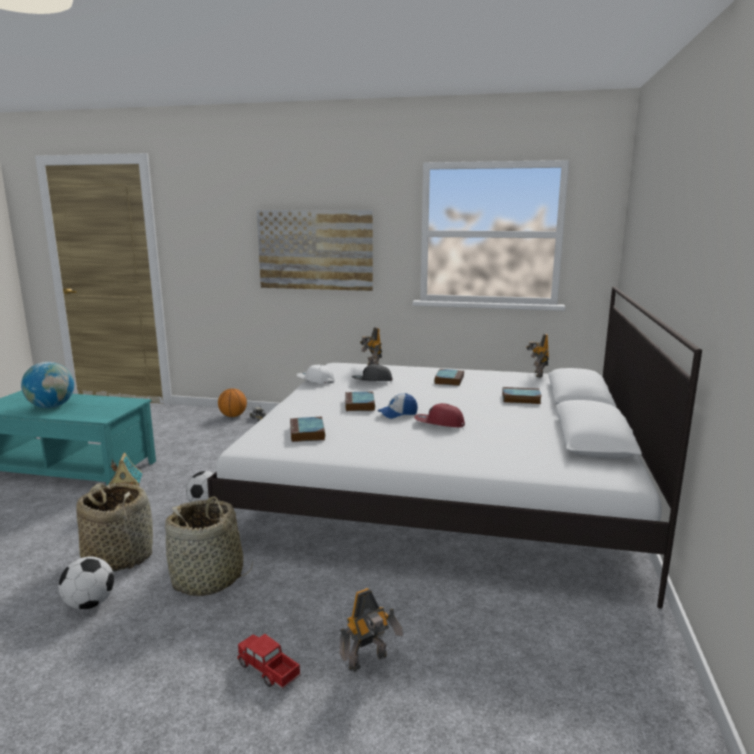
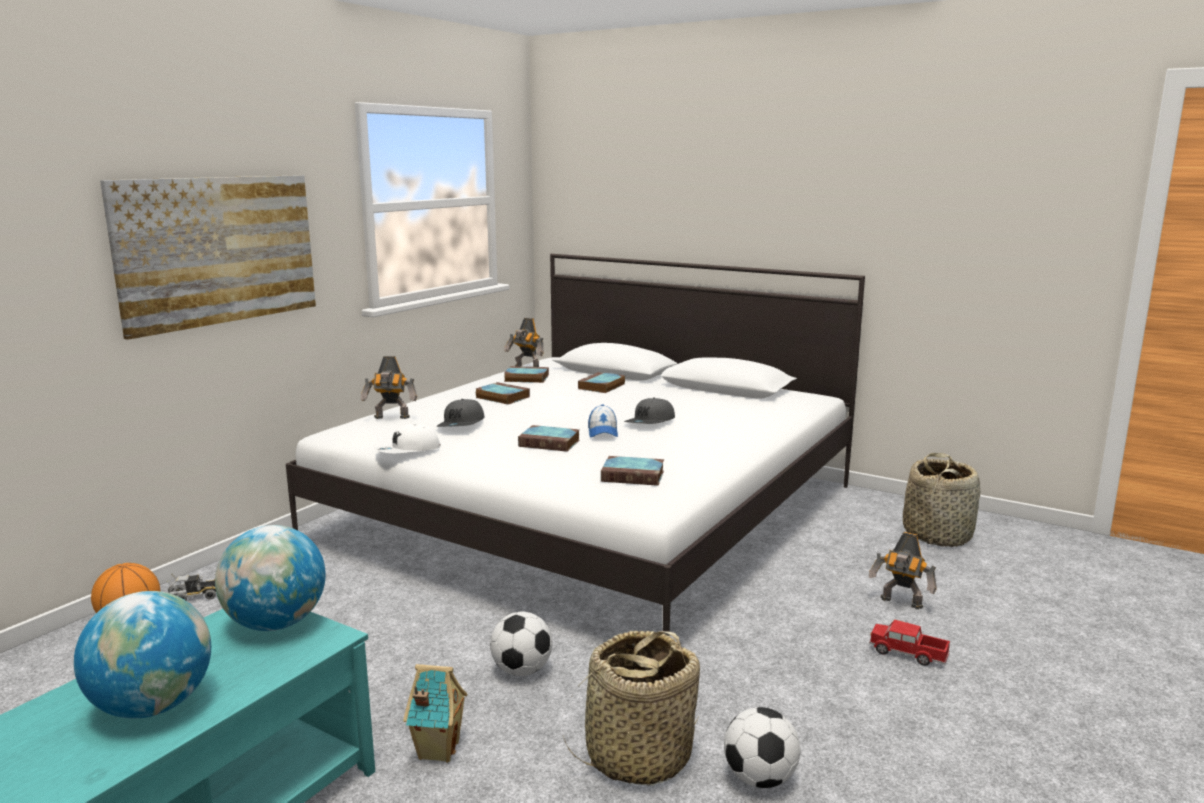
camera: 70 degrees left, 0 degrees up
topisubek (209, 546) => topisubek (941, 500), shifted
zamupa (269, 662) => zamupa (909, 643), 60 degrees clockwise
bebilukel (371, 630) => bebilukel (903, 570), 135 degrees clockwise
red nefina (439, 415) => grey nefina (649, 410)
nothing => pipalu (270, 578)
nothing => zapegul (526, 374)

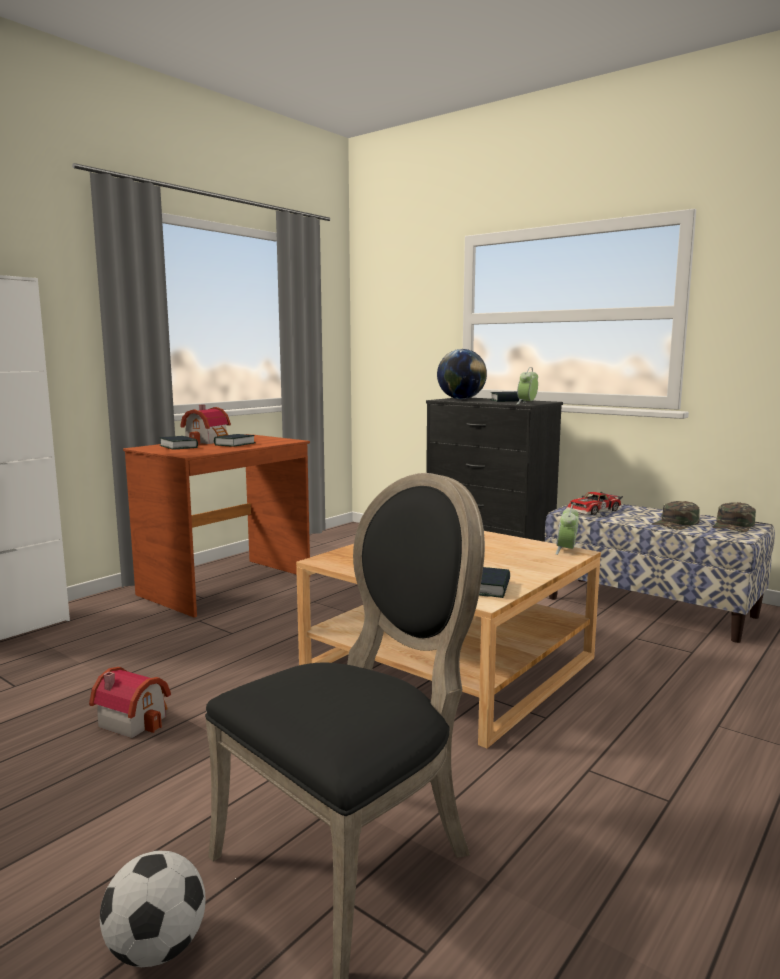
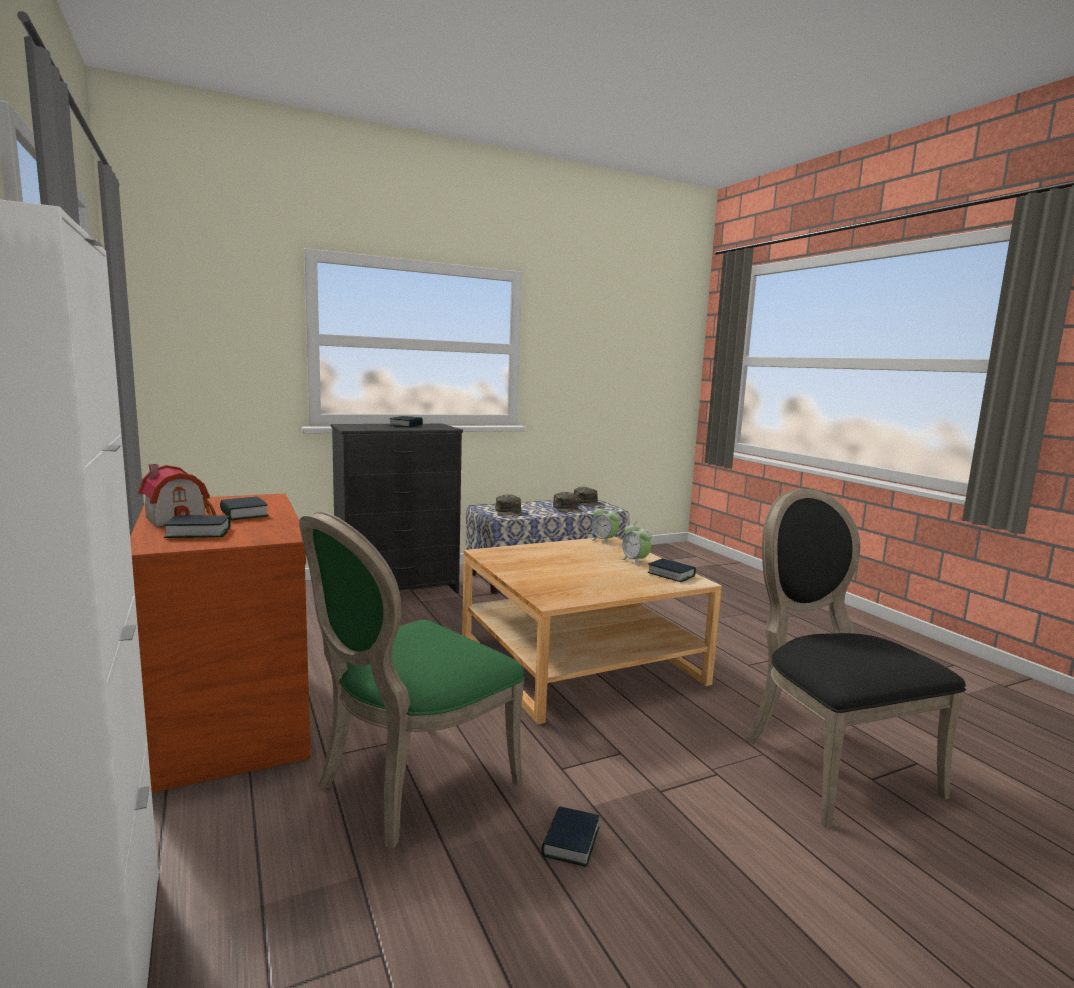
camera: 65 degrees left, 0 degrees up
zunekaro (130, 702) => zapegul (571, 836)
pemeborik (153, 909) => nothing
pipalu (462, 374) => nothing
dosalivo (527, 385) => dosalivo (636, 543), shifted
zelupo (594, 503) => green nefina (508, 505)
nothing => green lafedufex (412, 680)

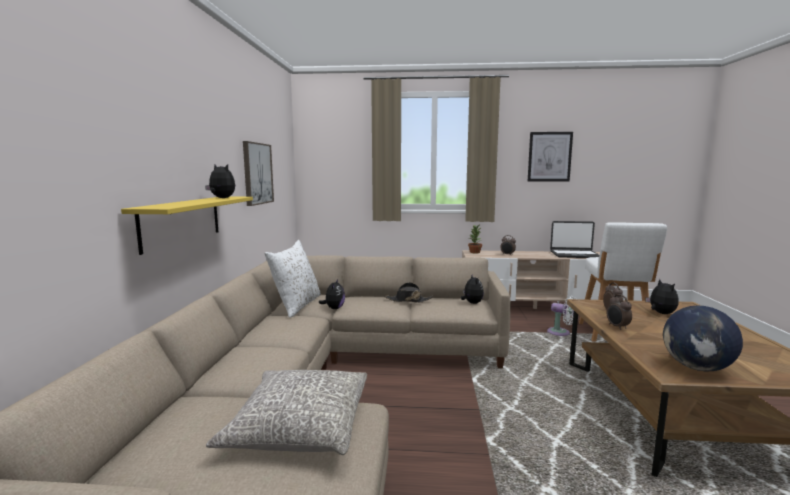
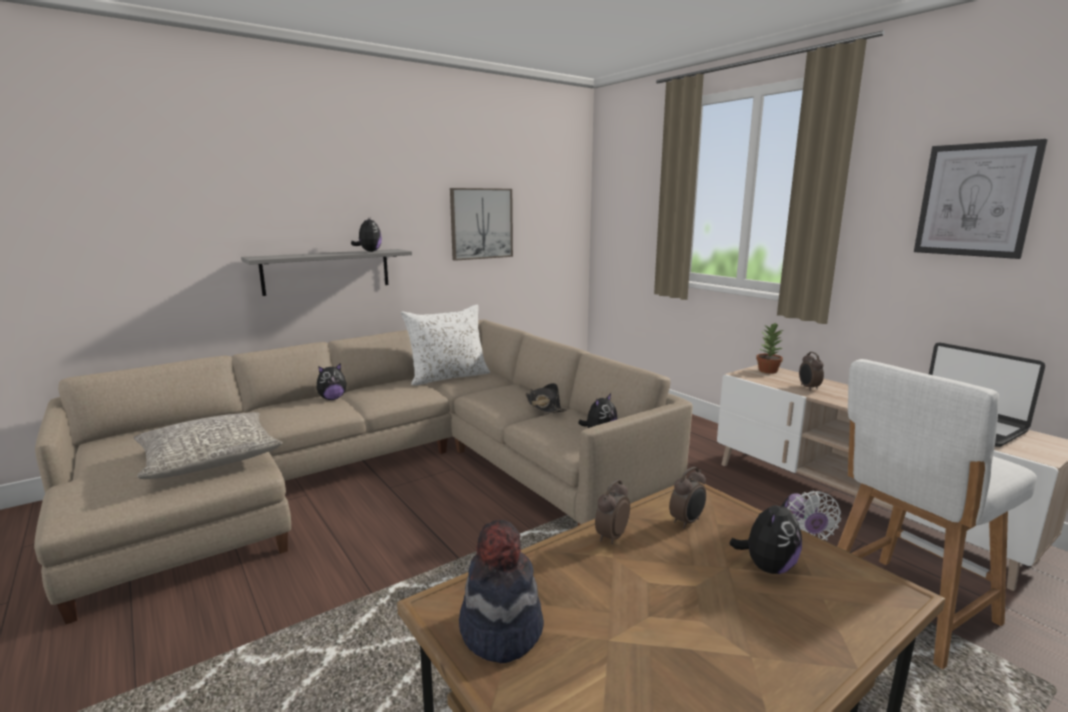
camera: 50 degrees right, 5 degrees up
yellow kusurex (187, 226) => grey kusurex (326, 272)
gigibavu (332, 294) => gigibavu (332, 381), shifted
pipalu (703, 338) => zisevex (501, 591)

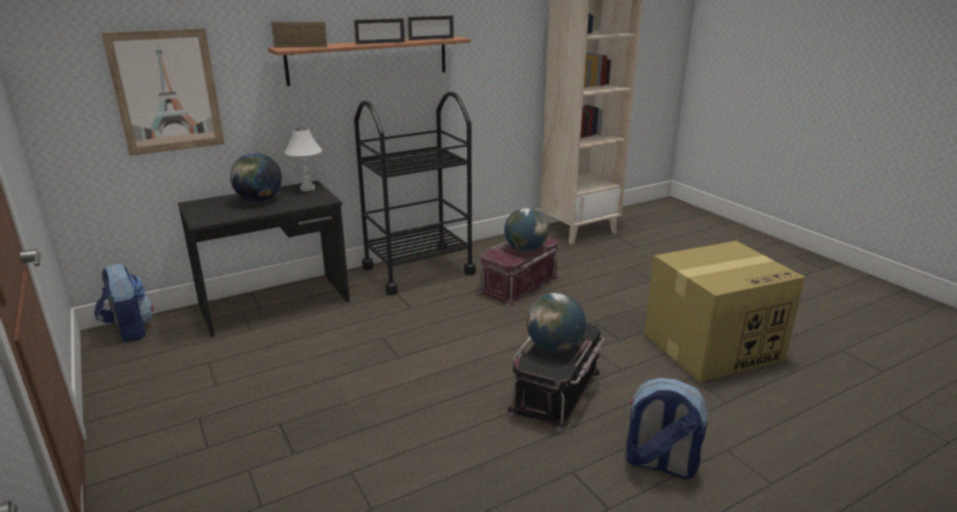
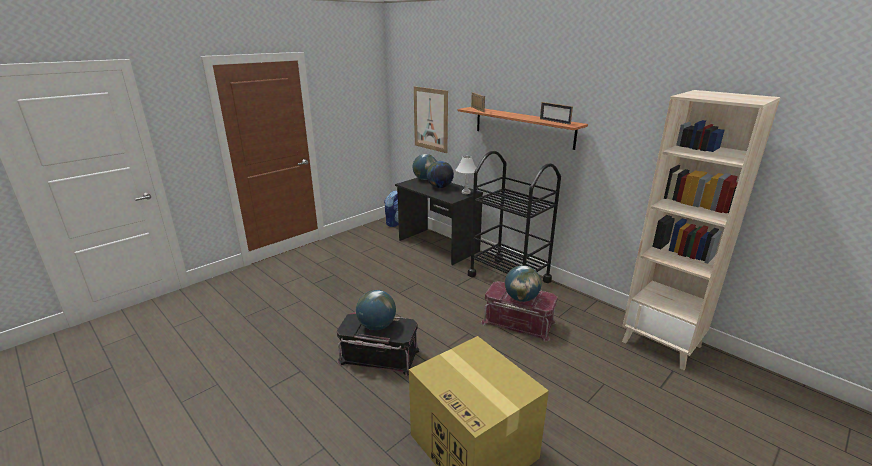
camera: 75 degrees right, 0 degrees up
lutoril (379, 31) => nothing
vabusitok (666, 428) => nothing
nothing => pipalu (424, 167)

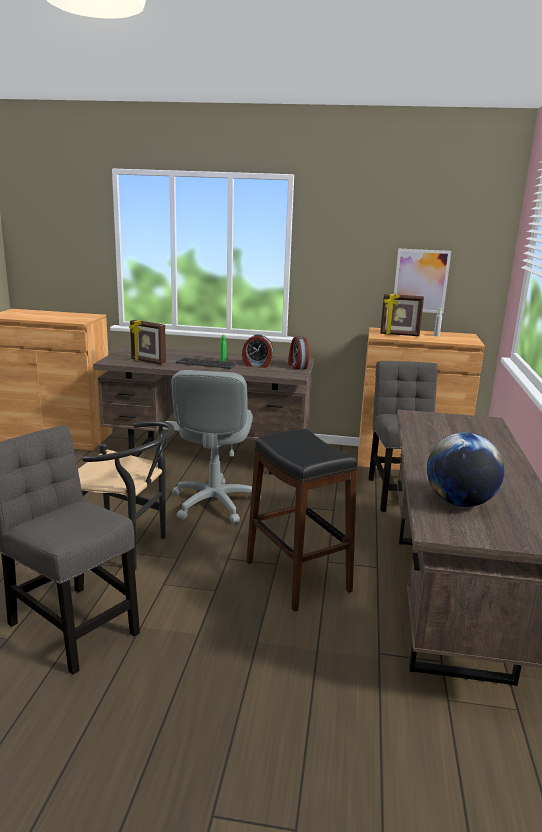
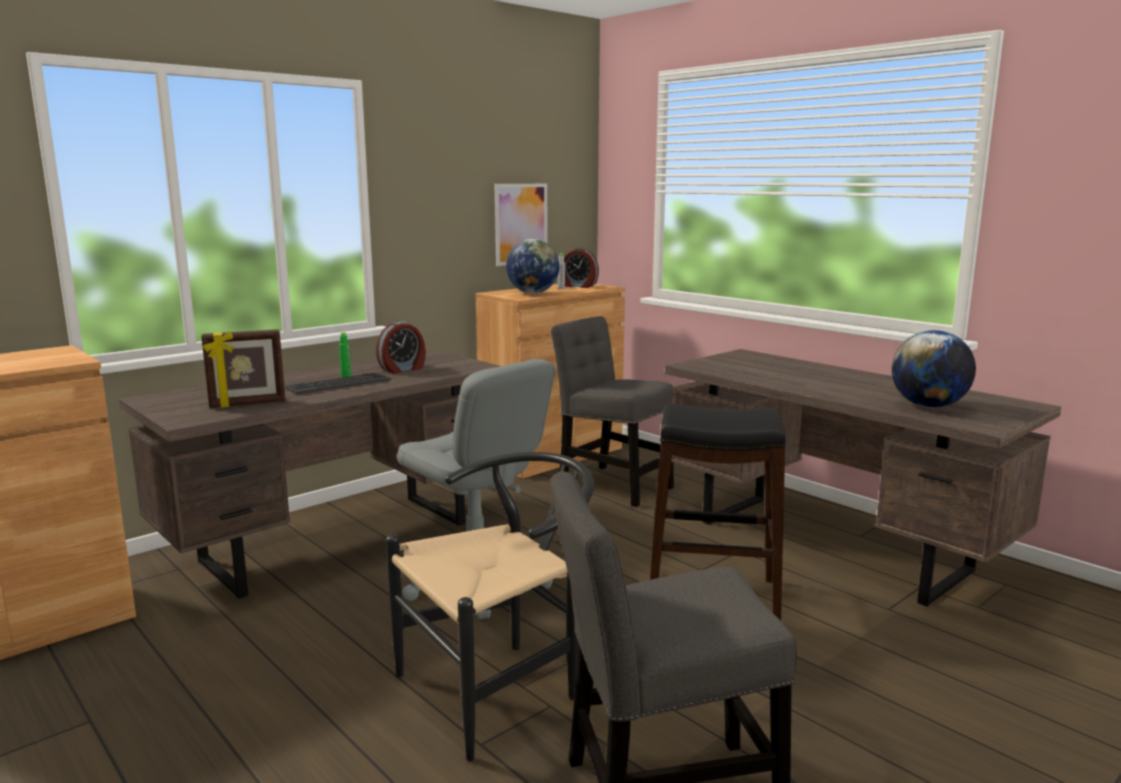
camera: 50 degrees left, 5 degrees down
dosalivo (298, 353) => dosalivo (581, 268), shifted
lutoril (402, 315) => pipalu (532, 266)

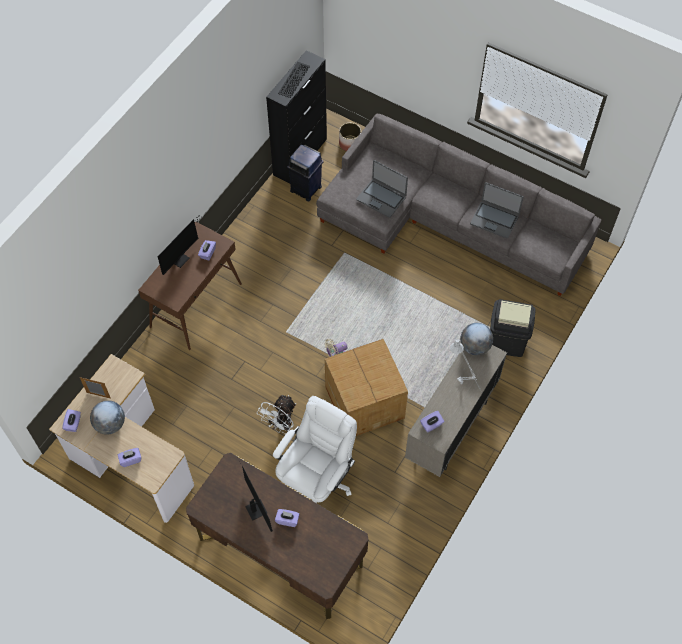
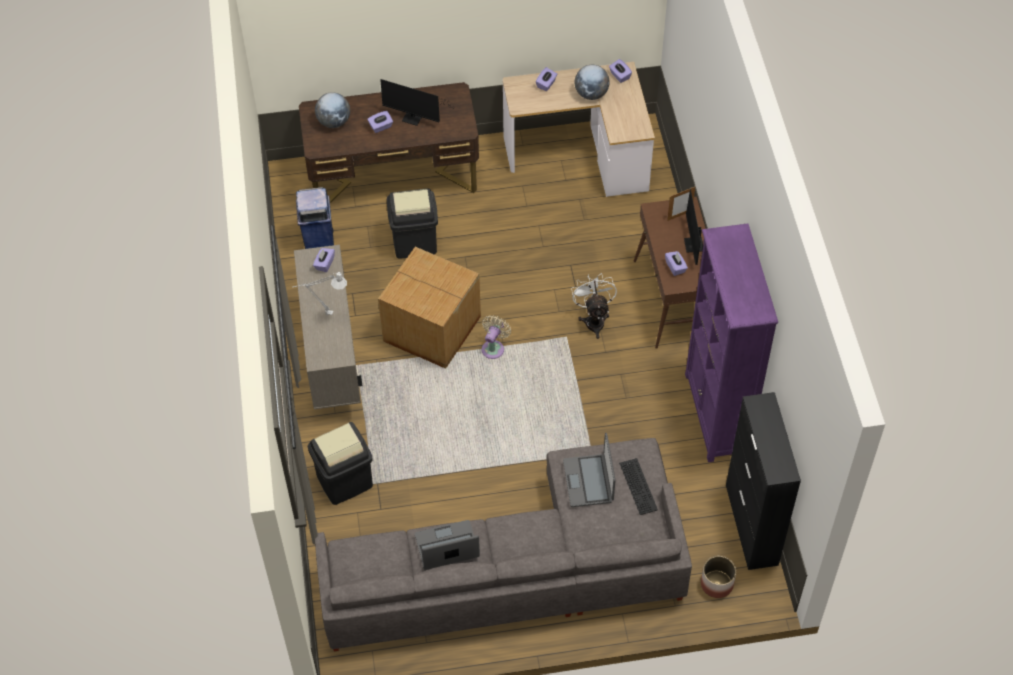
camera: 140 degrees right, 5 degrees down
lutoril (95, 388) => lutoril (681, 204), shifted
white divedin (276, 414) => white divedin (594, 306), shifted
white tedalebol (315, 449) => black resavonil (412, 223)
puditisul (294, 80) => puditisul (638, 486), shifted
blue resavonil (305, 173) => blue resavonil (315, 218), shifted
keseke (382, 189) => keseke (589, 470), 90 degrees counterclockwise
pipalu (476, 339) => pipalu (332, 110), shifted
nothing => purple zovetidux (731, 343)

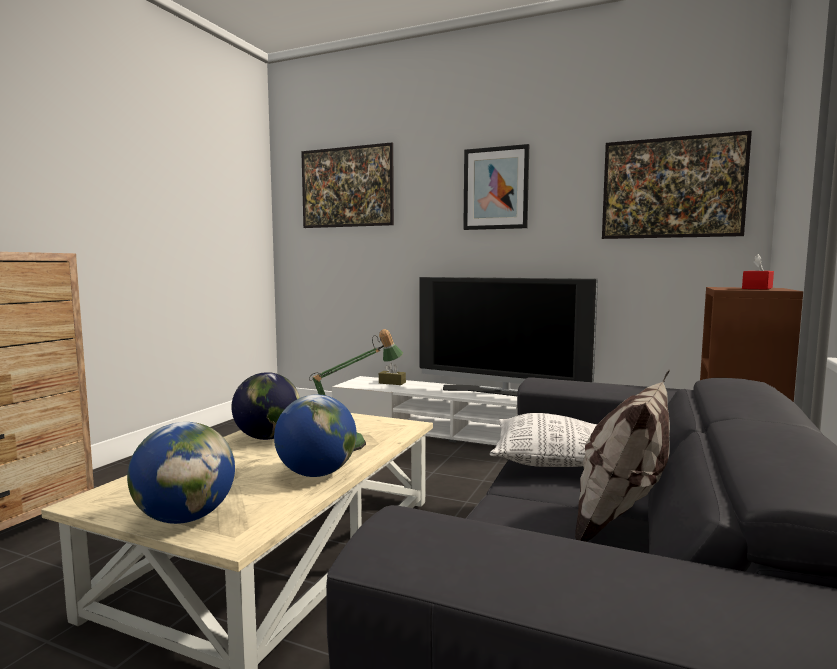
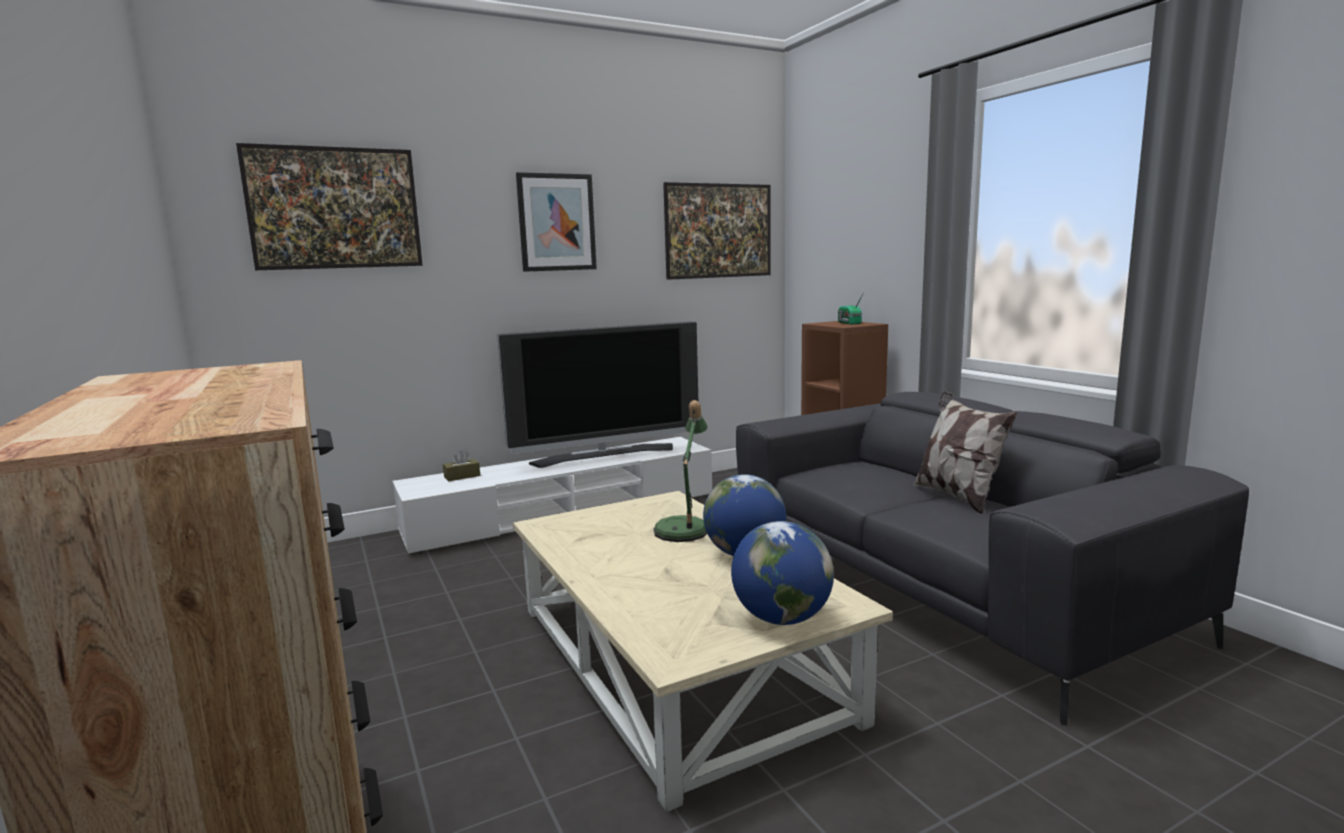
camera: 50 degrees left, 5 degrees up
pipalu (265, 406) => nothing
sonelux (543, 440) => nothing
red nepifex (758, 272) => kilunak (850, 309)

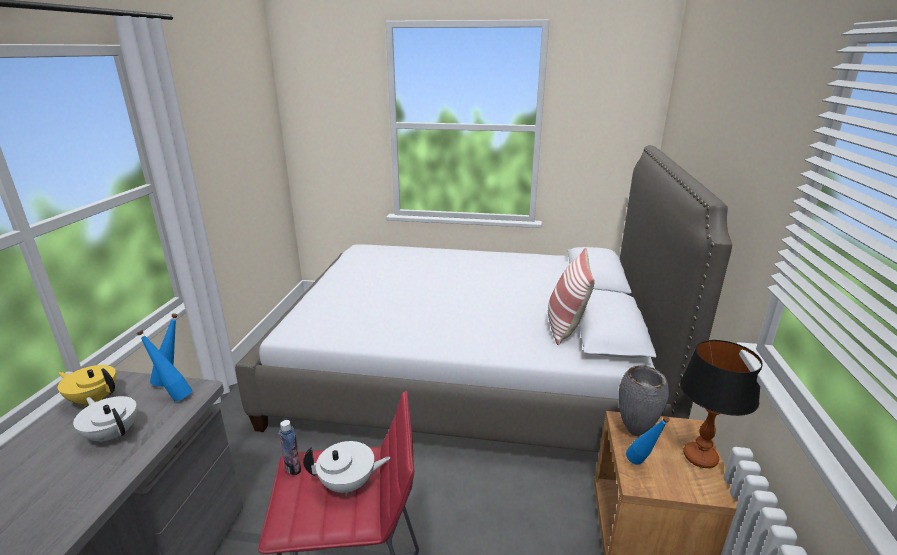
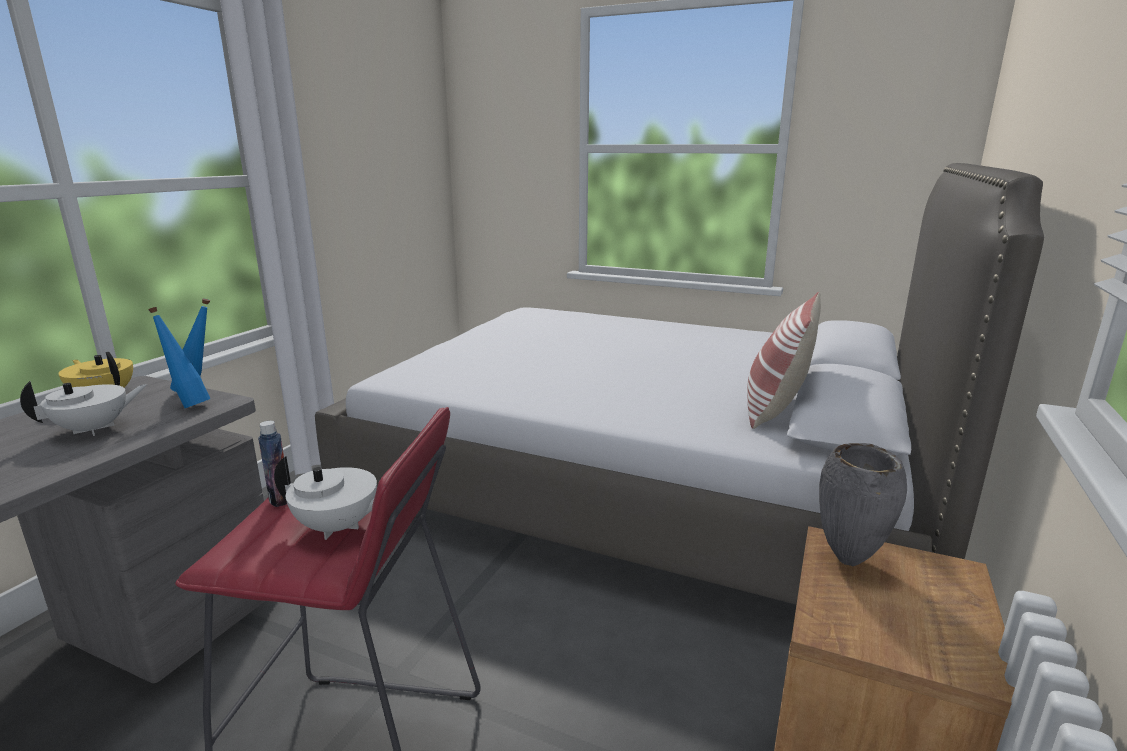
camera: 15 degrees right, 5 degrees down
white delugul (105, 419) => white delugul (83, 408), 90 degrees clockwise
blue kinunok (648, 440) => nothing
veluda (721, 404) => nothing

